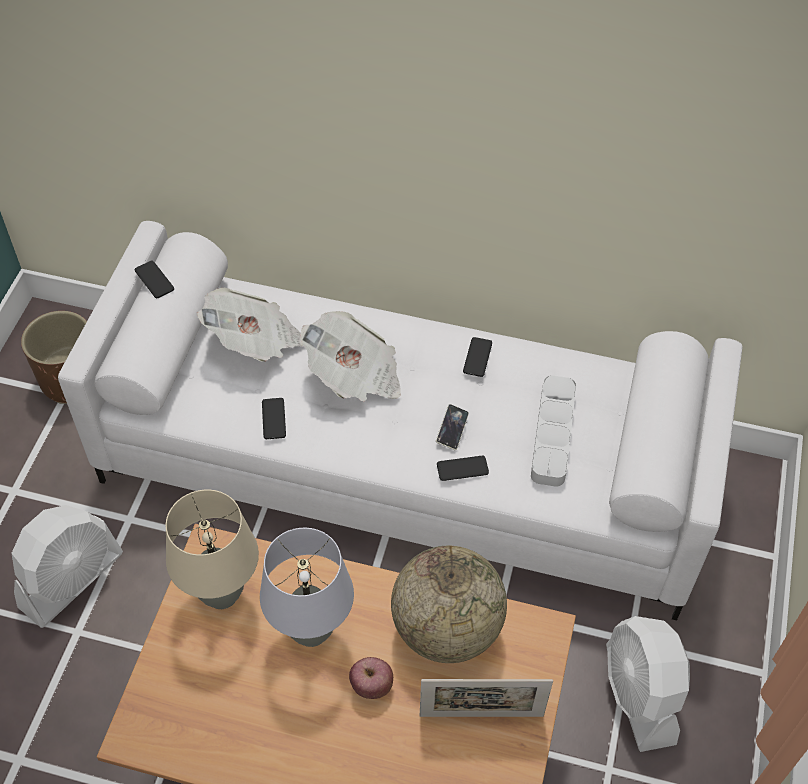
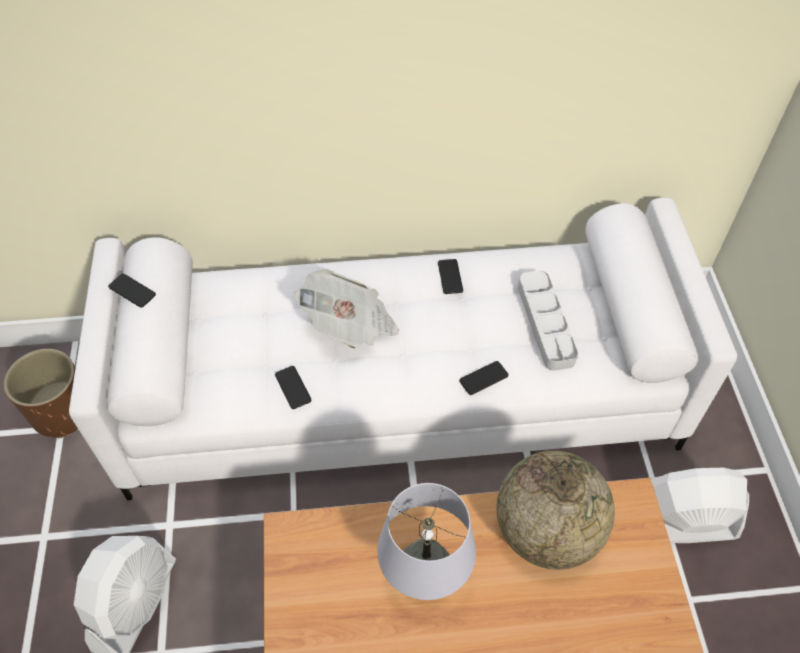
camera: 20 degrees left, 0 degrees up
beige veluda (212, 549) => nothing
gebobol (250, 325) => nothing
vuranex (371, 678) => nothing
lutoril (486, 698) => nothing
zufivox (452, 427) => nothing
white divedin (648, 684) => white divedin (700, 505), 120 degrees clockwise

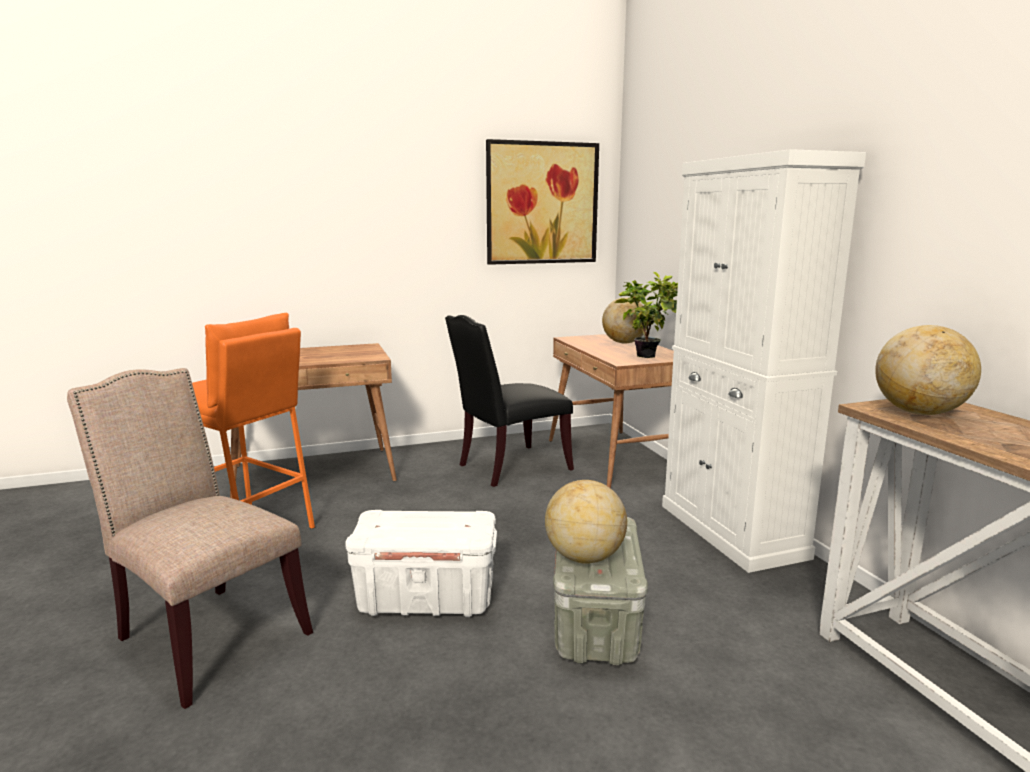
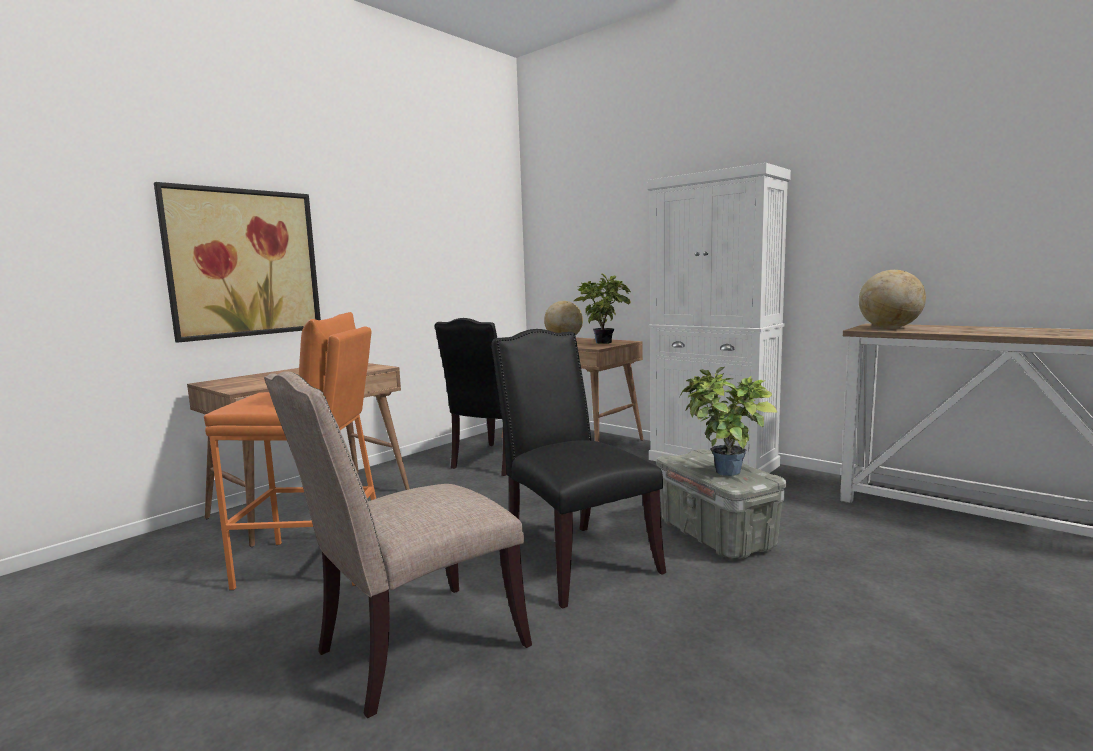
camera: 30 degrees left, 5 degrees down
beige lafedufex (190, 538) => beige lafedufex (398, 544), 45 degrees counterclockwise
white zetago (421, 563) => black lafedufex (578, 468)
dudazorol (542, 202) => dudazorol (237, 262), shifted
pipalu (586, 522) => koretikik (728, 421)

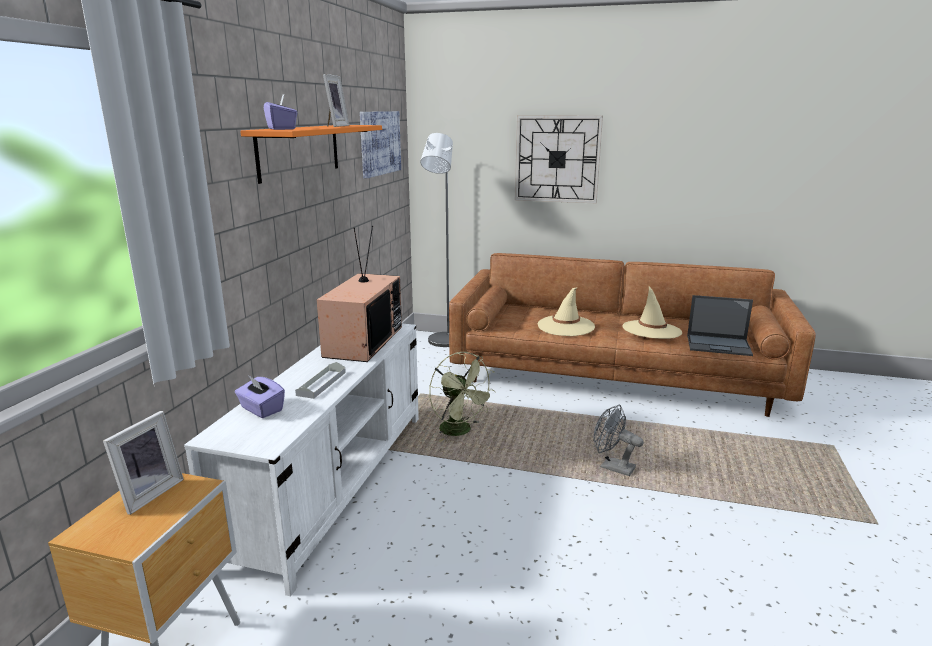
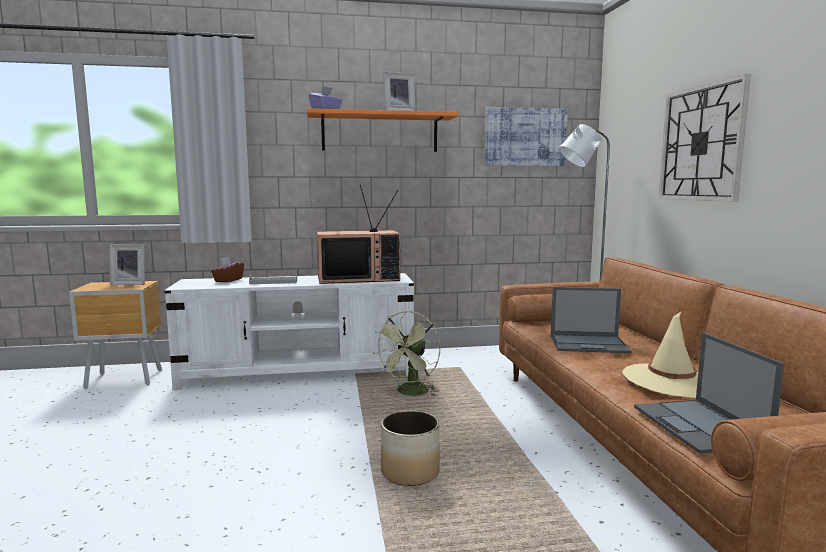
camera: 65 degrees right, 10 degrees down
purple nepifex (260, 396) => brown nepifex (227, 269)
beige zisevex (566, 311) => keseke (591, 320)
grey divedin (618, 440) => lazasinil (410, 448)

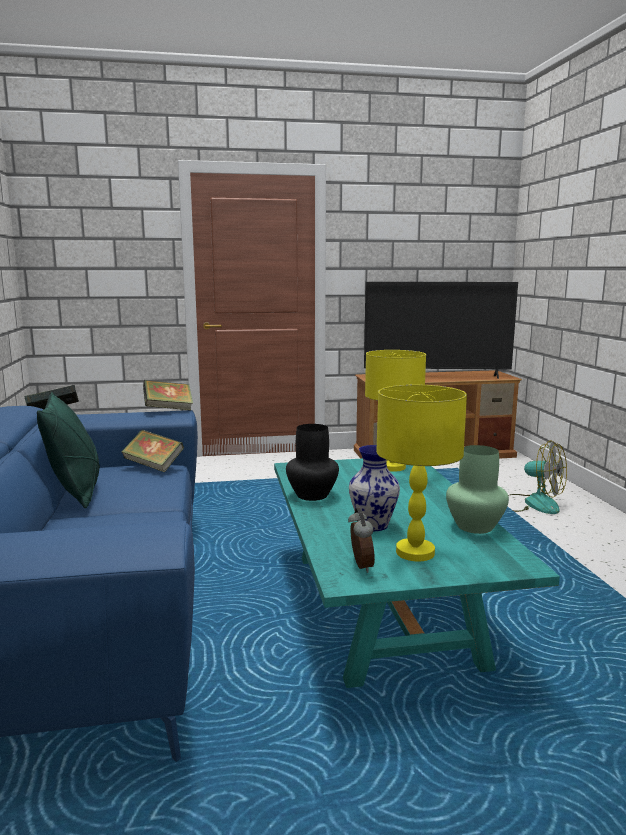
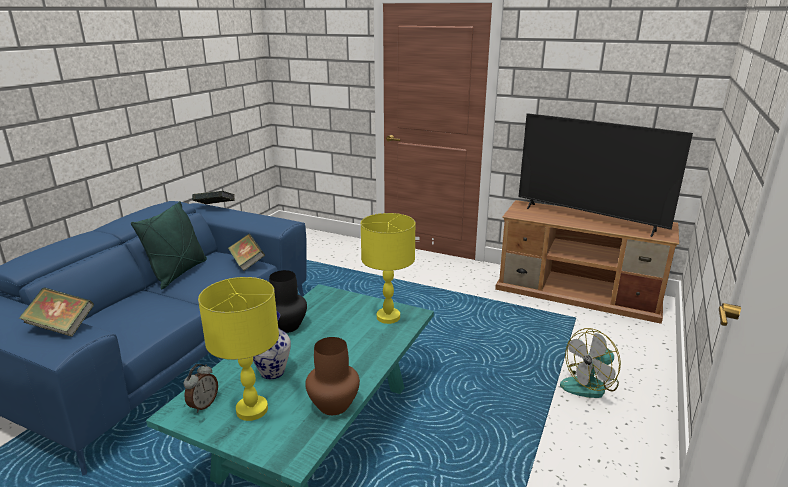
camera: 35 degrees right, 10 degrees up
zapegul (168, 395) => zapegul (56, 312), shifted
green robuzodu (477, 489) => brown robuzodu (332, 376)
divedin (537, 477) => divedin (590, 363), 75 degrees clockwise

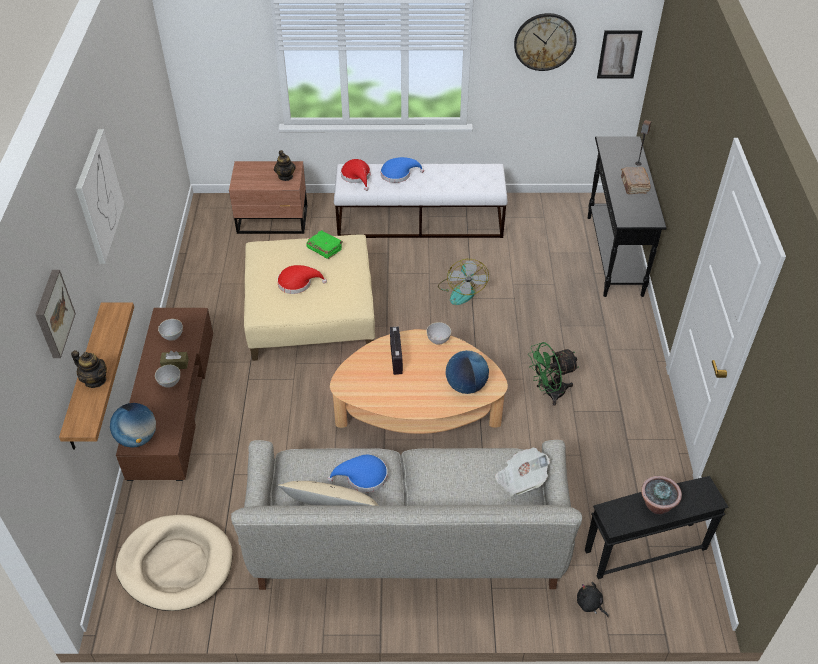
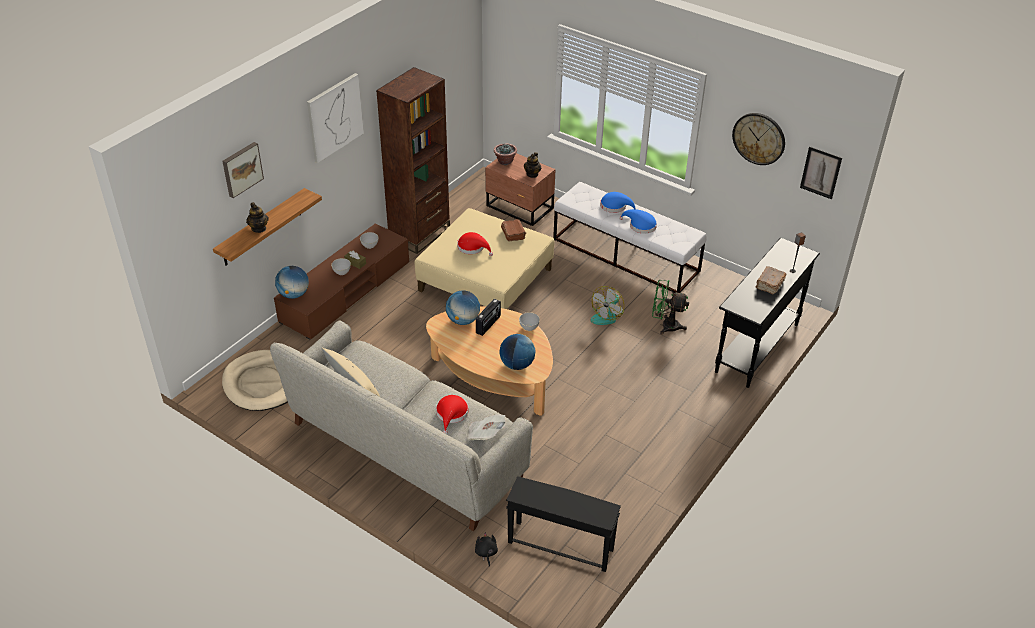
camera: 35 degrees right, 5 degrees down
green zapegul (324, 244) => brown zapegul (513, 230)
blue zisevex (357, 473) => blue zisevex (638, 221), shifted
red zisevex (356, 175) => red zisevex (452, 414), shifted
green divedin (553, 374) => green divedin (670, 307), shifted
koretikik (661, 495) => koretikik (505, 154), shifted
nothing => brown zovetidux (413, 160)
nothing => pipalu (463, 308)

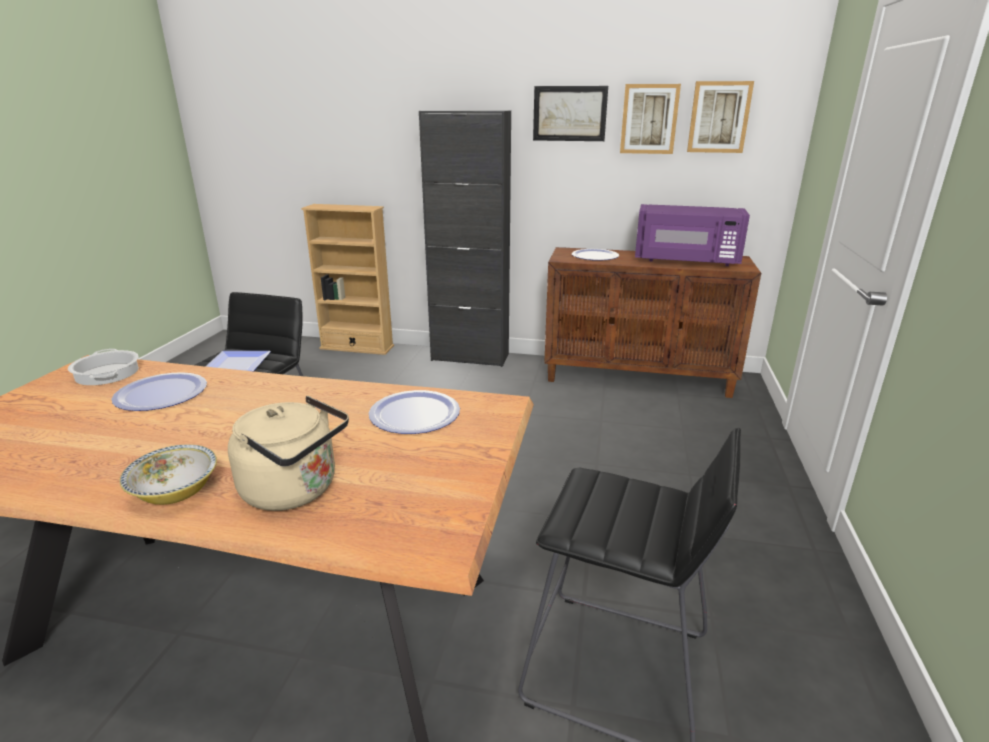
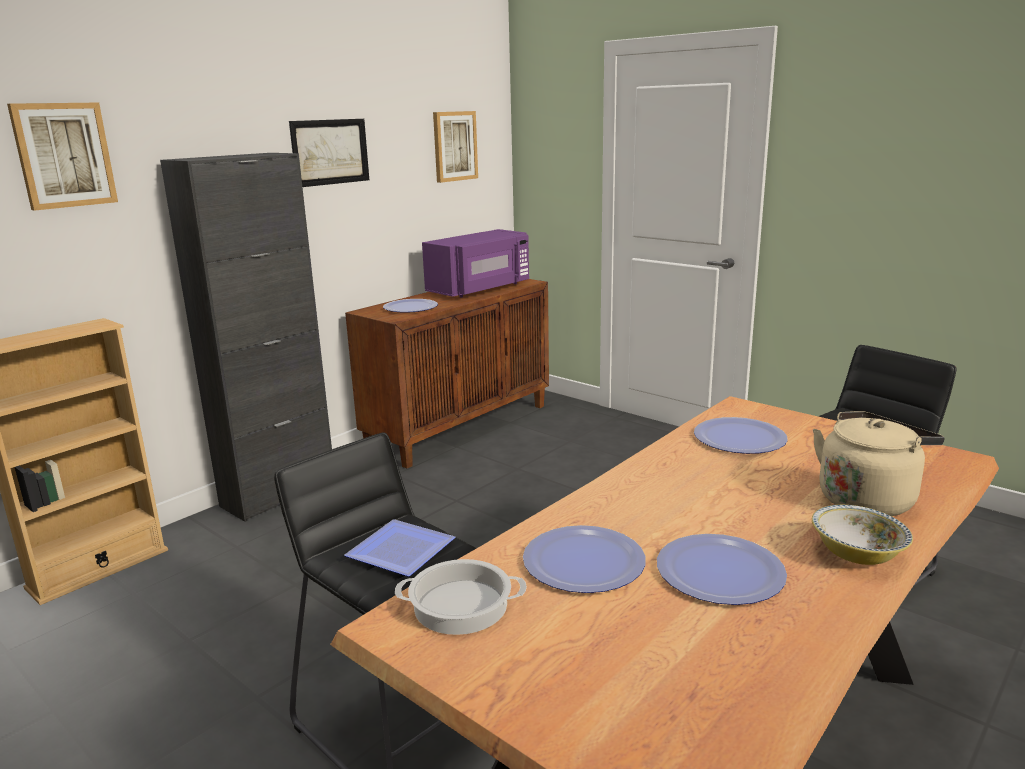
camera: 60 degrees left, 5 degrees down
dudazorol (650, 119) => dudazorol (62, 157), shifted
nothing => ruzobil (722, 569)

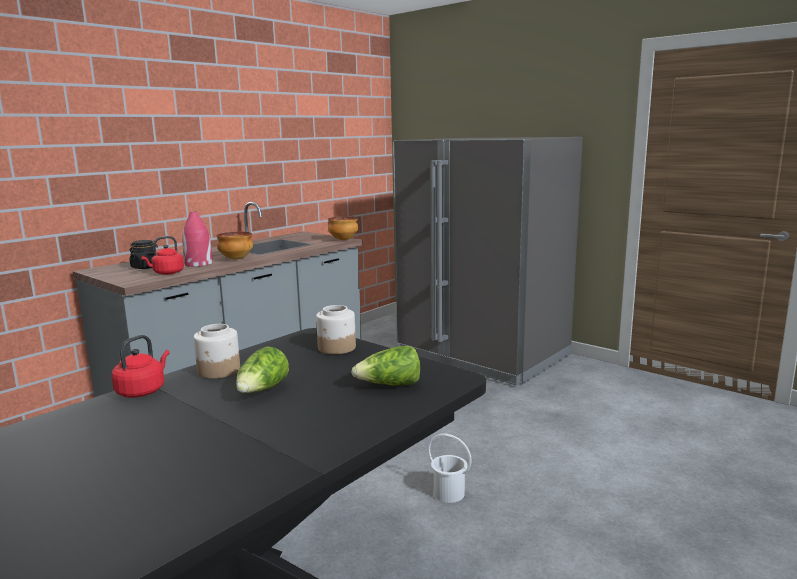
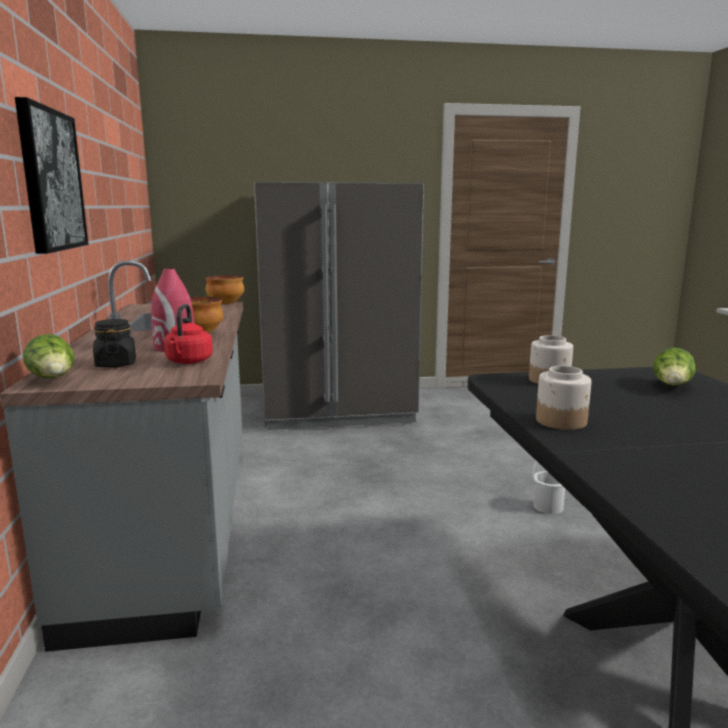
camera: 50 degrees left, 0 degrees up
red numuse (140, 366) => nothing
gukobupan (262, 369) => gukobupan (48, 356), shifted
nothing => dudazorol (52, 175)

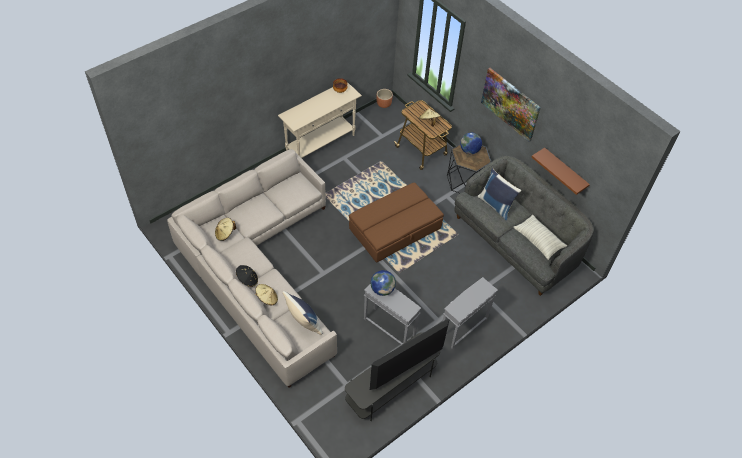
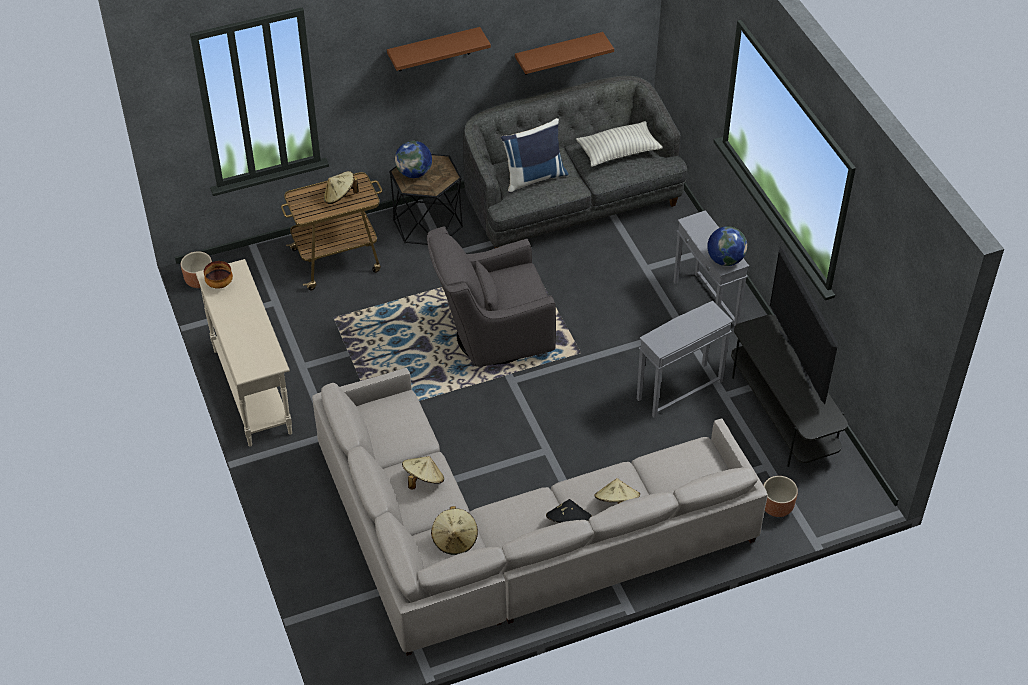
camera: 70 degrees left, 5 degrees down
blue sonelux (302, 313) => nothing
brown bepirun (396, 222) => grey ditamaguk (491, 297)
pipalu (383, 283) => pipalu (727, 246), shifted
dudazorol (511, 105) => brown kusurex (439, 49)
nothing => beige zisevex (423, 472)
nothing => brown lazasinil (780, 496)

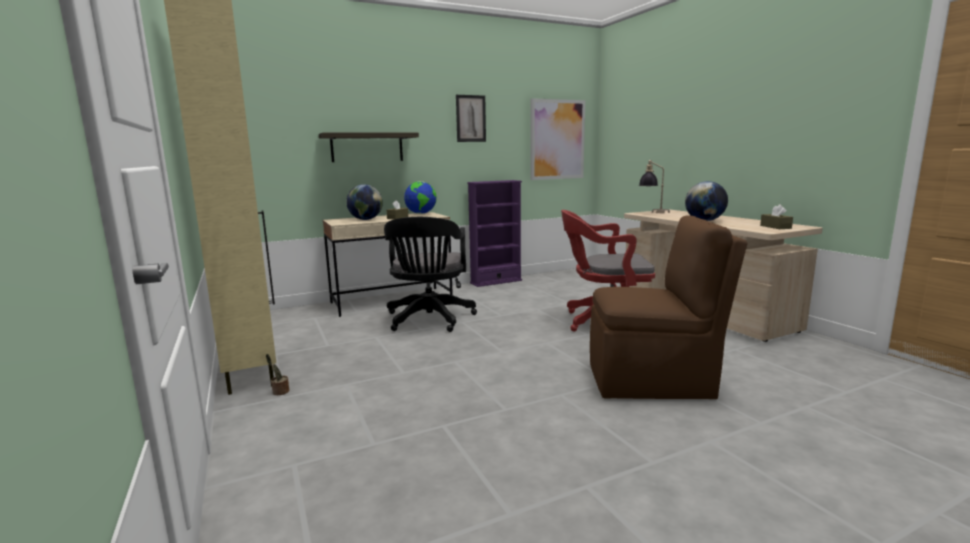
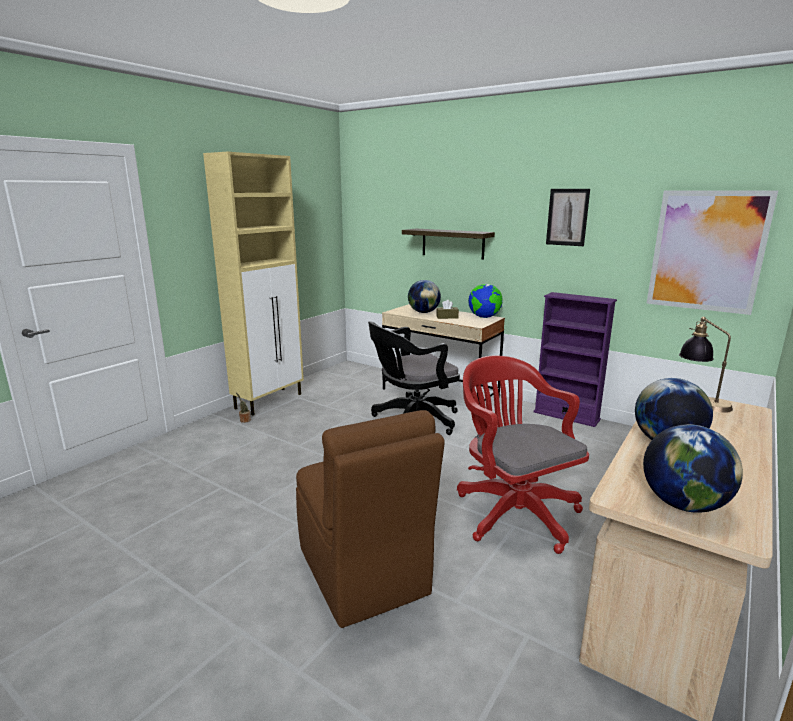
camera: 60 degrees right, 5 degrees up
brown nepifex (776, 216) => pipalu (693, 468)

